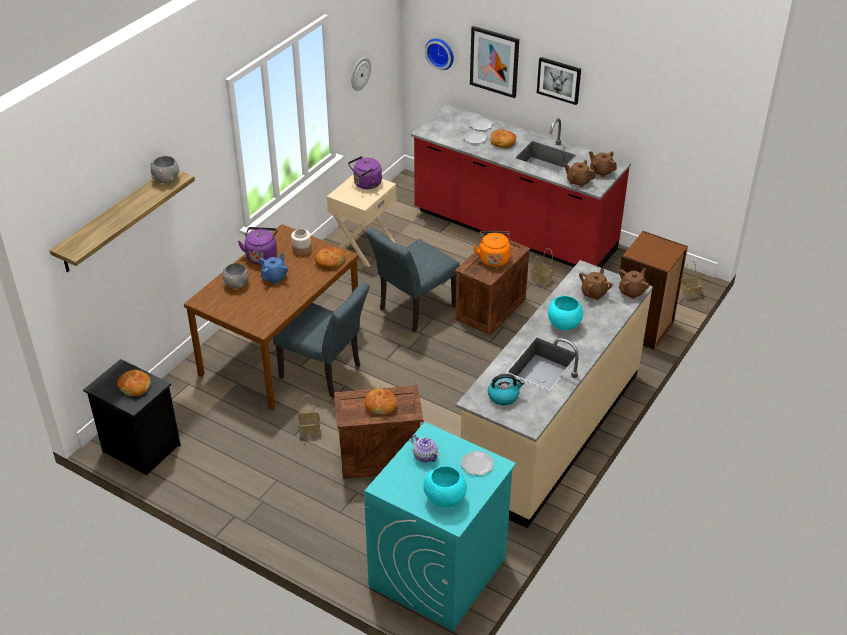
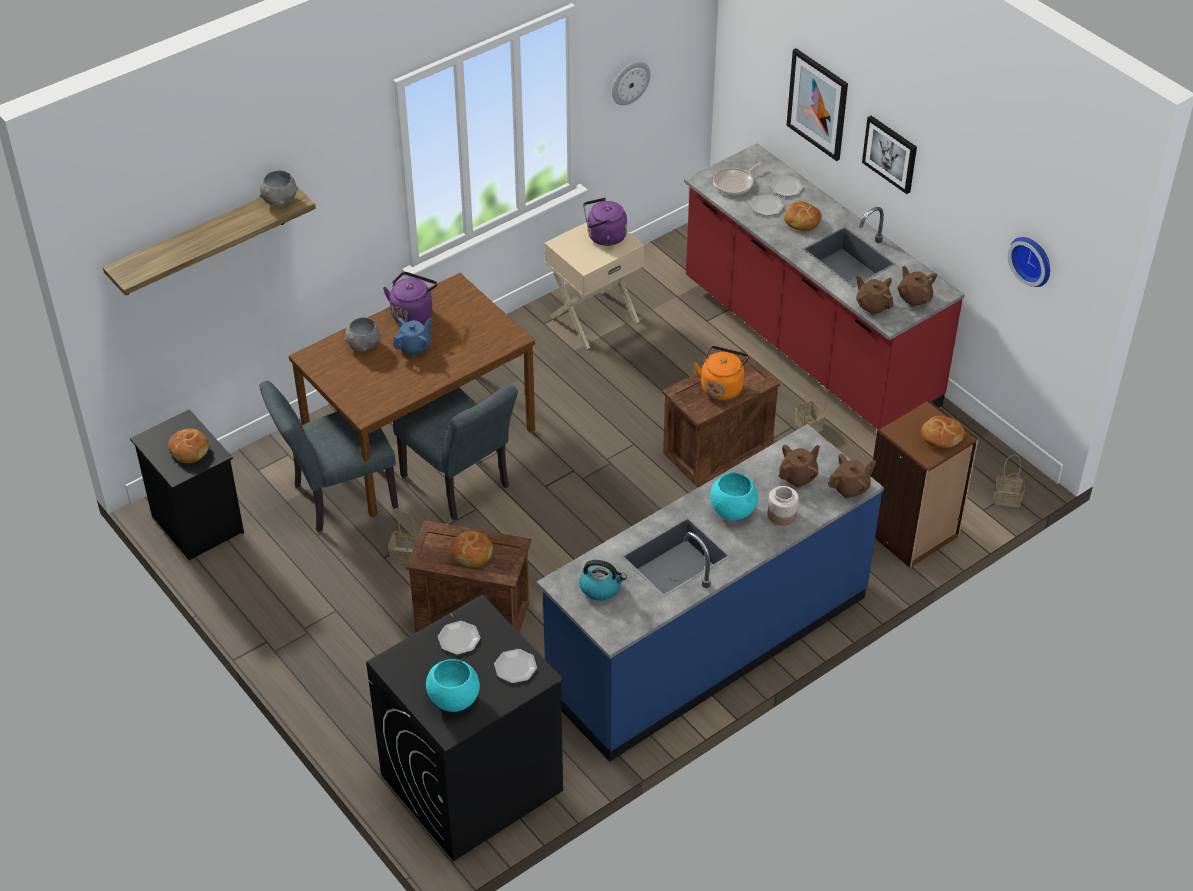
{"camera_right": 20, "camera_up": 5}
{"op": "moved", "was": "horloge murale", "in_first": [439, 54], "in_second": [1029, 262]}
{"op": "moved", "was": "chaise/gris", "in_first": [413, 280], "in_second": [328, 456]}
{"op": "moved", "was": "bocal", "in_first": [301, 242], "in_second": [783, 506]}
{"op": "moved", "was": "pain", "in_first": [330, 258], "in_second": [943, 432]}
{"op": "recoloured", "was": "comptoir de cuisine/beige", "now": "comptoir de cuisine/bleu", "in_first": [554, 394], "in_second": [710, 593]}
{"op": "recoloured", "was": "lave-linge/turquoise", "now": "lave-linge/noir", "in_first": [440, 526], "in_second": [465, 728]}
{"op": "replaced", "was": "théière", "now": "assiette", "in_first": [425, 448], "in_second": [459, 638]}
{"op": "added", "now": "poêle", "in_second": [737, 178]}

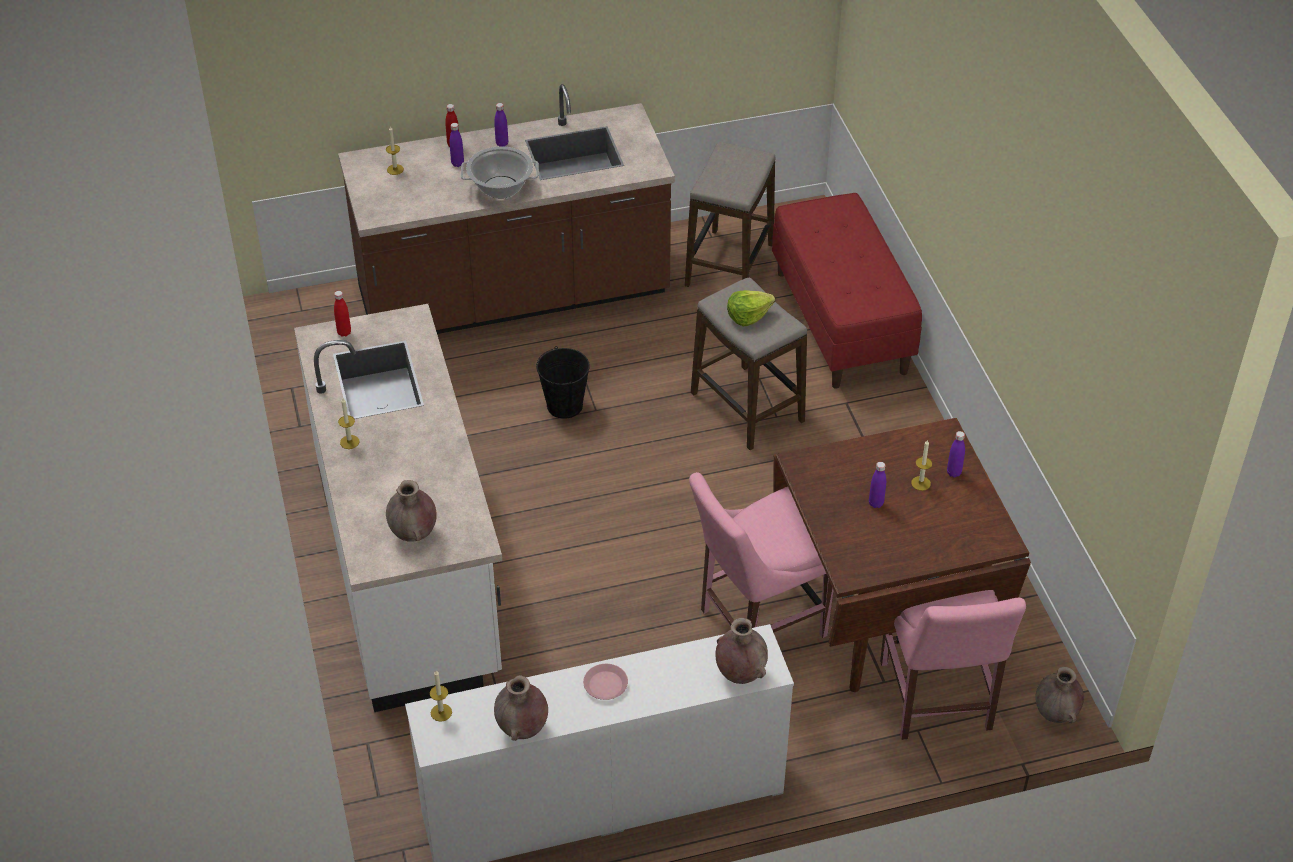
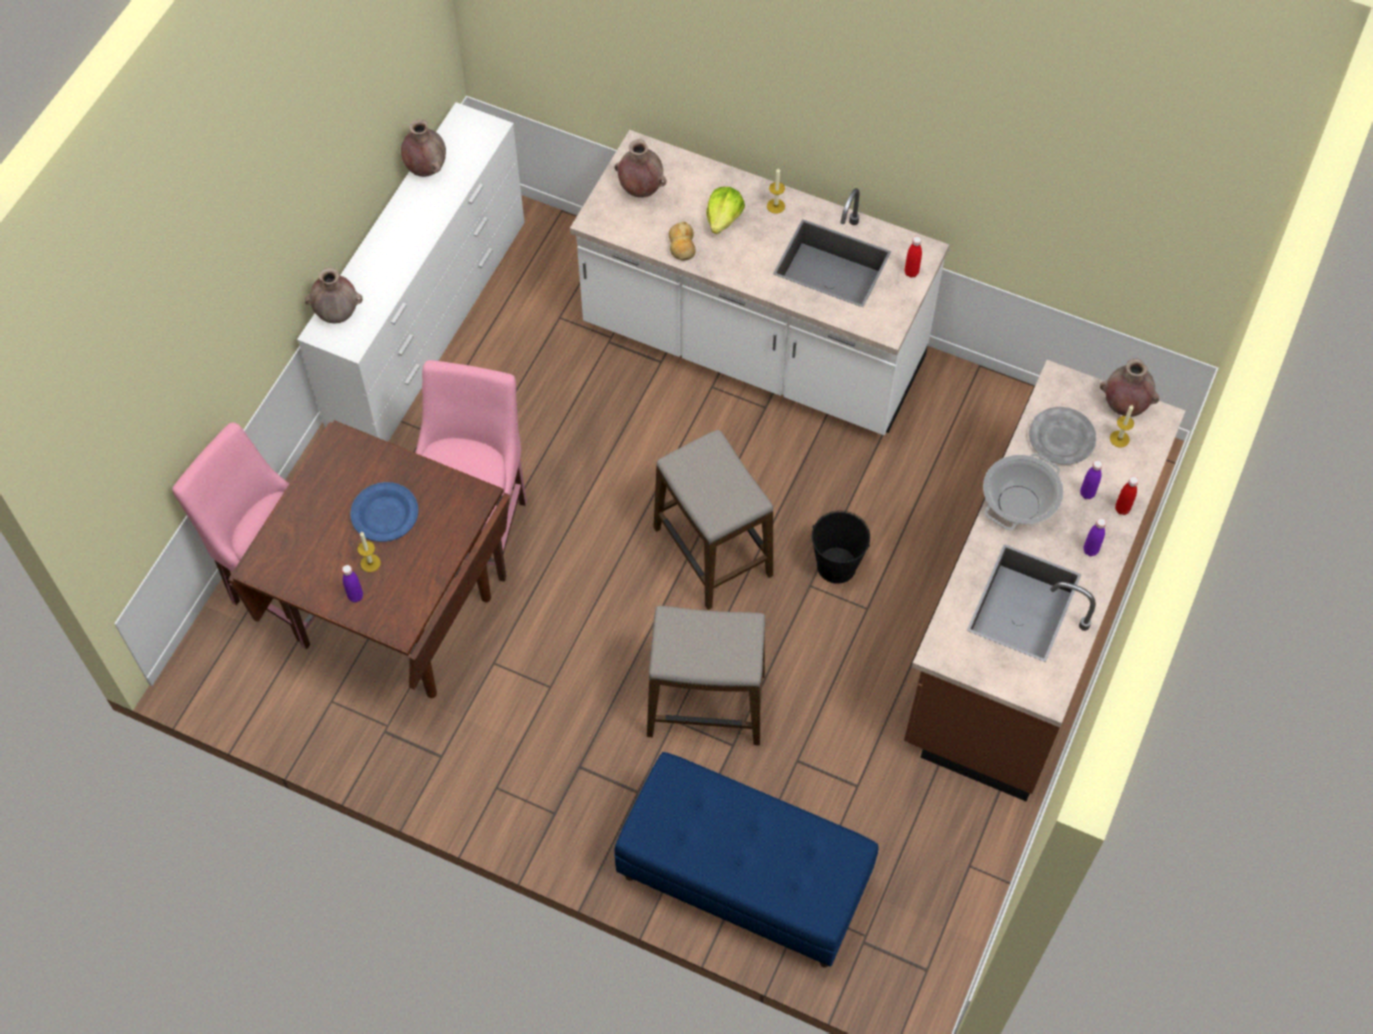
{"camera_right": 130, "camera_up": 15}
{"op": "moved", "was": "tabouret", "in_first": [730, 214], "in_second": [713, 520]}
{"op": "recoloured", "was": "banc/rouge", "now": "banc/bleu", "in_first": [847, 291], "in_second": [746, 860]}
{"op": "moved", "was": "laitue", "in_first": [751, 308], "in_second": [725, 210]}
{"op": "replaced", "was": "bouteille/violet", "now": "assiette/bleu", "in_first": [877, 485], "in_second": [384, 512]}
{"op": "removed", "was": "assiette/rose", "in_first": [605, 682]}
{"op": "moved", "was": "vase/marron", "in_first": [1059, 695], "in_second": [1129, 387]}
{"op": "removed", "was": "bougie", "in_first": [441, 696]}
{"op": "added", "now": "pain", "in_second": [682, 241]}
{"op": "added", "now": "assiette/gris", "in_second": [1063, 436]}

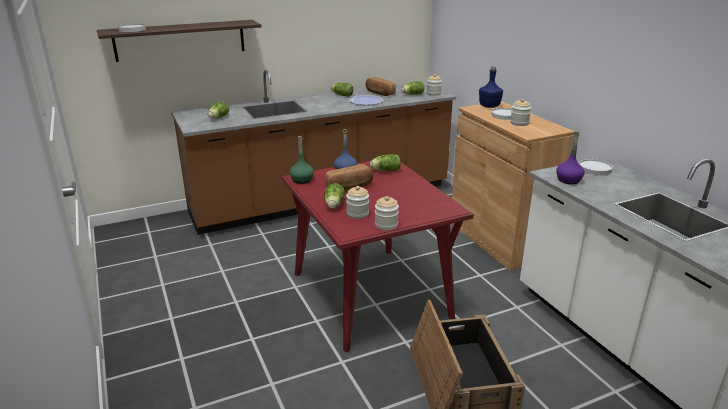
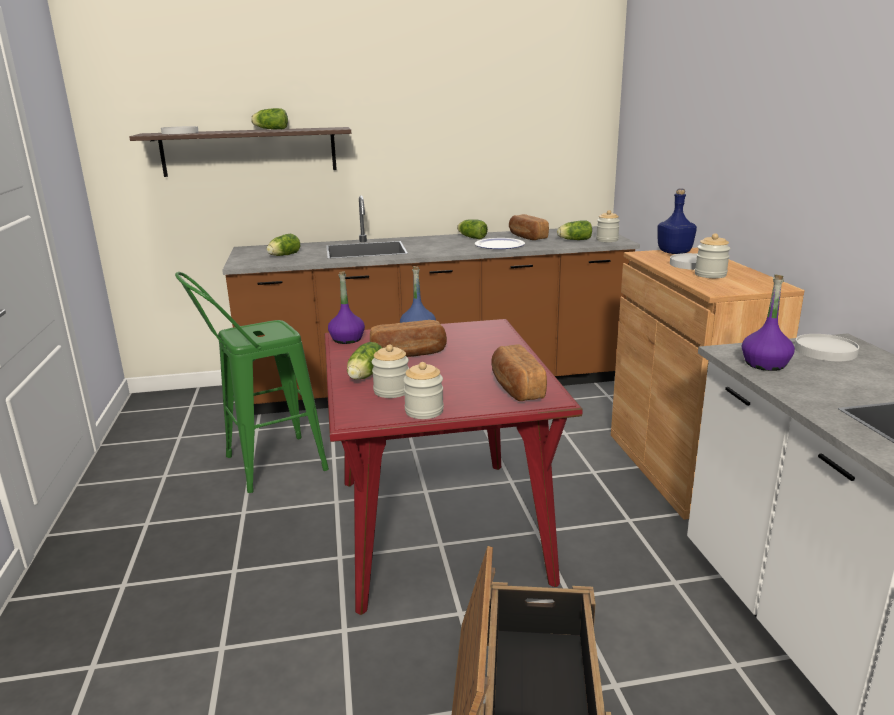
{"camera_right": 15, "camera_up": -5}
{"op": "recoloured", "was": "bouteille/vert", "now": "bouteille/violet", "in_first": [302, 160], "in_second": [346, 307]}
{"op": "moved", "was": "laitue", "in_first": [385, 162], "in_second": [269, 118]}
{"op": "added", "now": "tabouret/vert", "in_second": [252, 382]}
{"op": "added", "now": "pain", "in_second": [519, 372]}

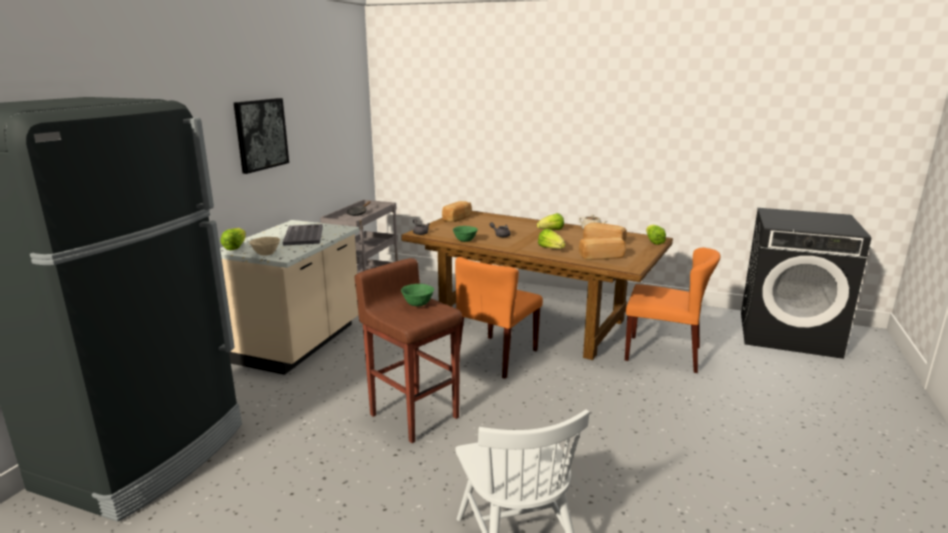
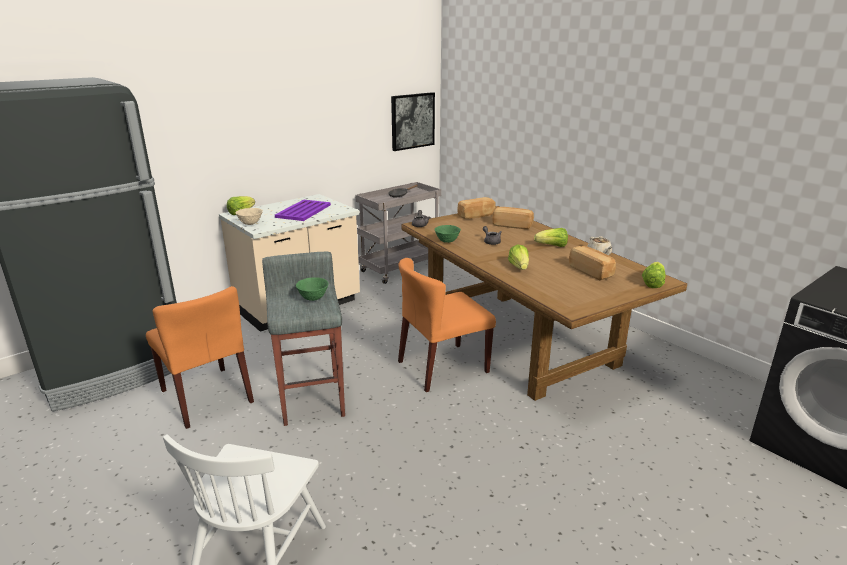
{"camera_right": 30, "camera_up": 5}
{"op": "moved", "was": "tableau", "in_first": [261, 136], "in_second": [413, 121]}
{"op": "recoloured", "was": "plateau/gris", "now": "plateau/violet", "in_first": [303, 235], "in_second": [303, 210]}
{"op": "moved", "was": "pain", "in_first": [602, 248], "in_second": [513, 218]}
{"op": "moved", "was": "chaise/orange", "in_first": [673, 310], "in_second": [200, 357]}
{"op": "recoloured", "was": "tabouret/marron", "now": "tabouret/gris", "in_first": [408, 350], "in_second": [303, 339]}

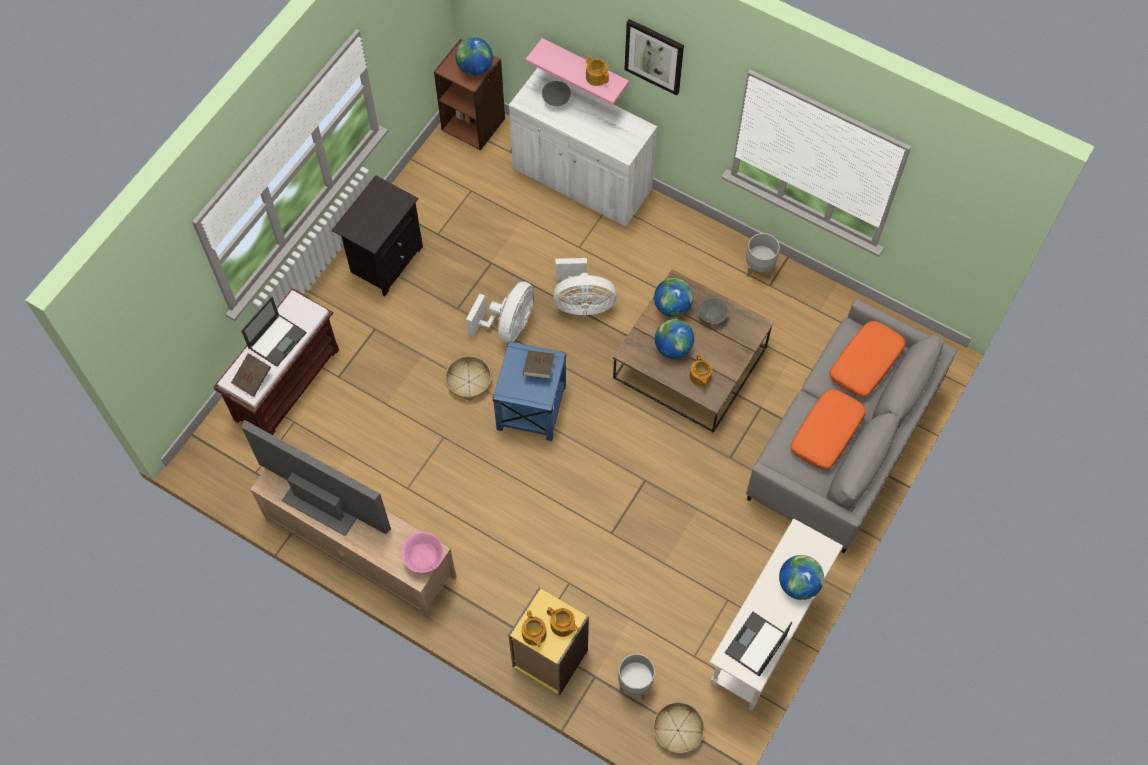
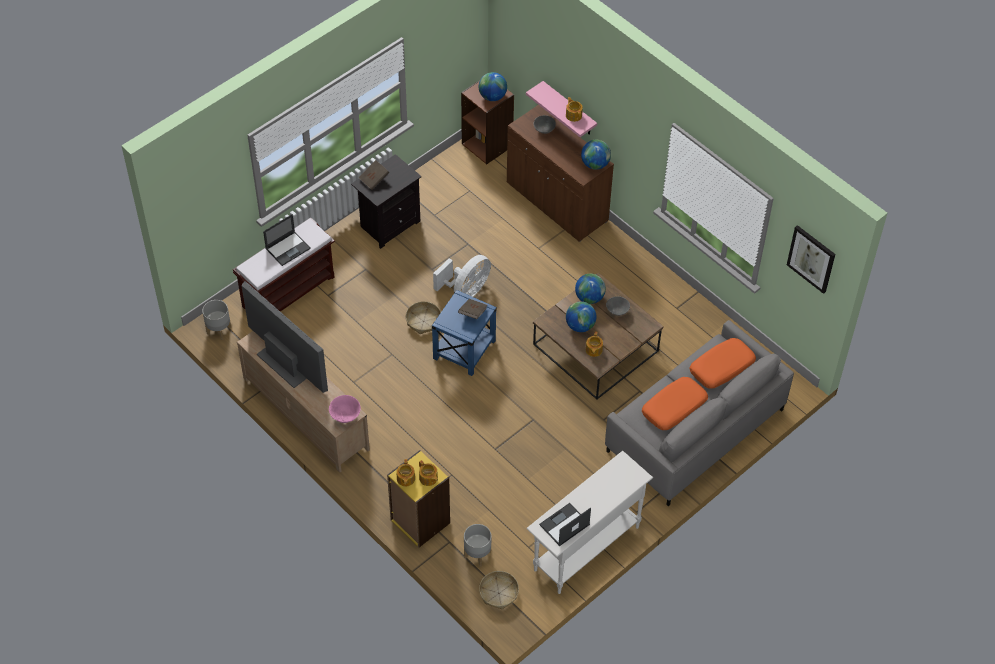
{"camera_right": 15, "camera_up": -10}
{"op": "moved", "was": "tableau", "in_first": [654, 57], "in_second": [811, 259]}
{"op": "recoloured", "was": "meuble de rangement/blanc", "now": "meuble de rangement/marron", "in_first": [583, 147], "in_second": [560, 173]}
{"op": "moved", "was": "cache-pot/gris", "in_first": [763, 256], "in_second": [216, 320]}
{"op": "removed", "was": "ventilateur/blanc", "in_first": [585, 286]}
{"op": "moved", "was": "livre/marron", "in_first": [251, 375], "in_second": [373, 175]}
{"op": "moved", "was": "globe", "in_first": [801, 577], "in_second": [596, 155]}

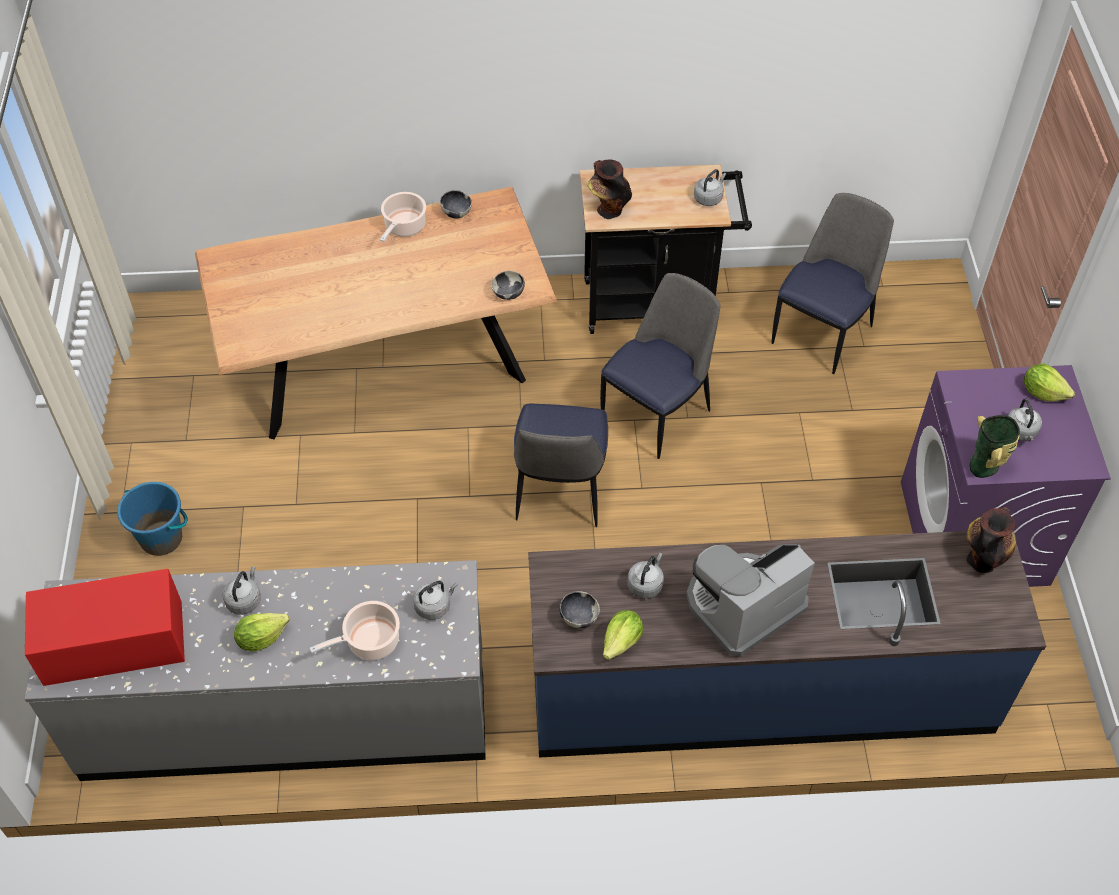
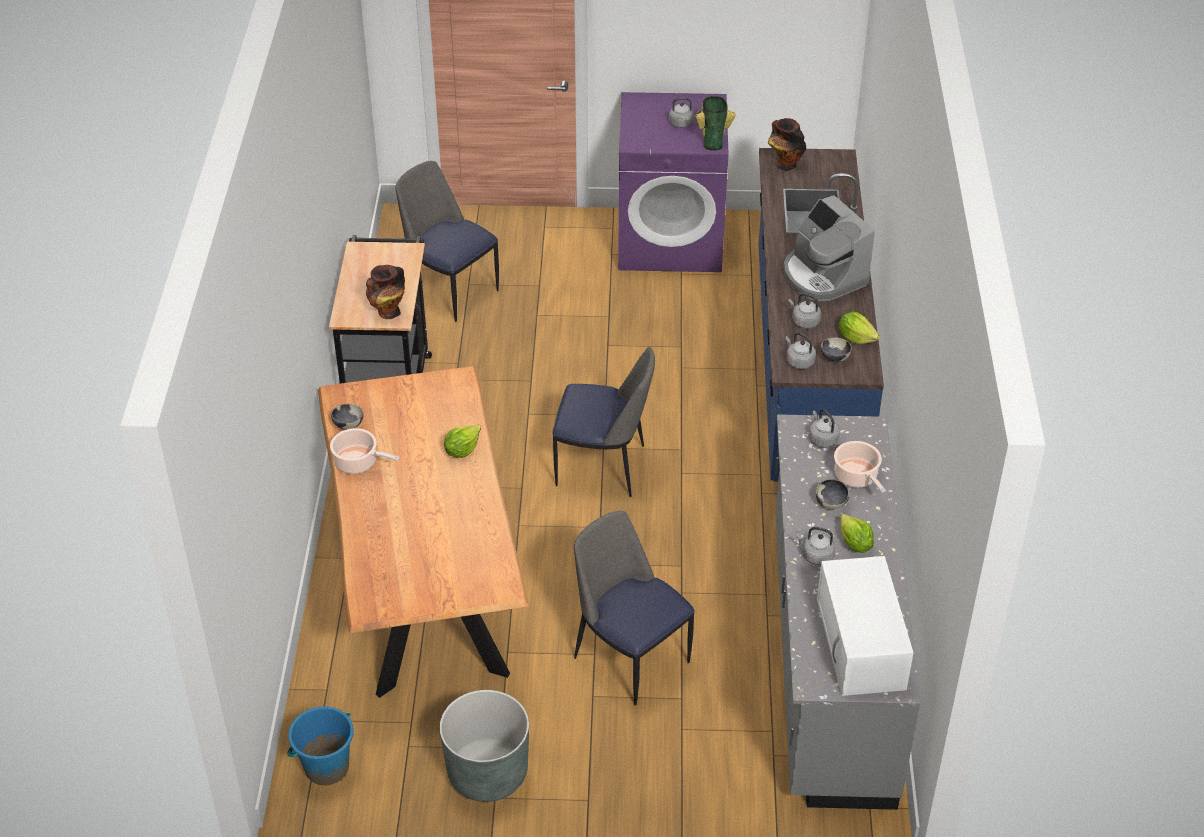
{"camera_right": -85, "camera_up": -10}
{"op": "moved", "was": "bouilloire/gris", "in_first": [710, 187], "in_second": [800, 350]}
{"op": "moved", "was": "bol", "in_first": [508, 285], "in_second": [833, 494]}
{"op": "moved", "was": "chaise", "in_first": [660, 366], "in_second": [634, 608]}
{"op": "moved", "was": "laitue", "in_first": [1049, 382], "in_second": [462, 441]}
{"op": "moved", "was": "seau/bleu", "in_first": [152, 519], "in_second": [320, 745]}
{"op": "recoloured", "was": "micro-ondes/rouge", "now": "micro-ondes/blanc", "in_first": [105, 627], "in_second": [865, 626]}
{"op": "added", "now": "cache-pot/gris", "in_second": [484, 746]}

